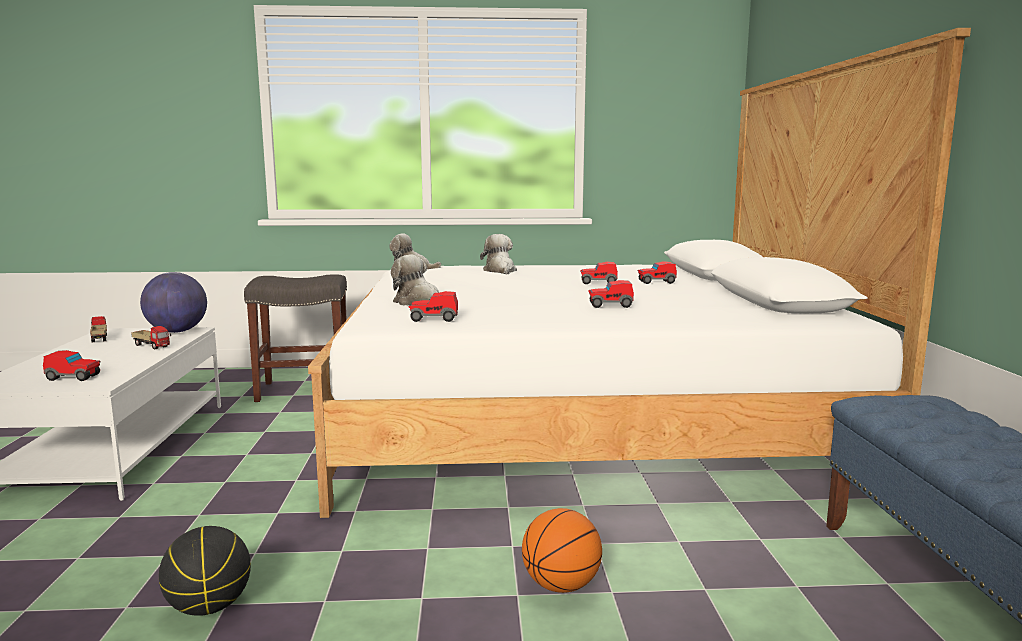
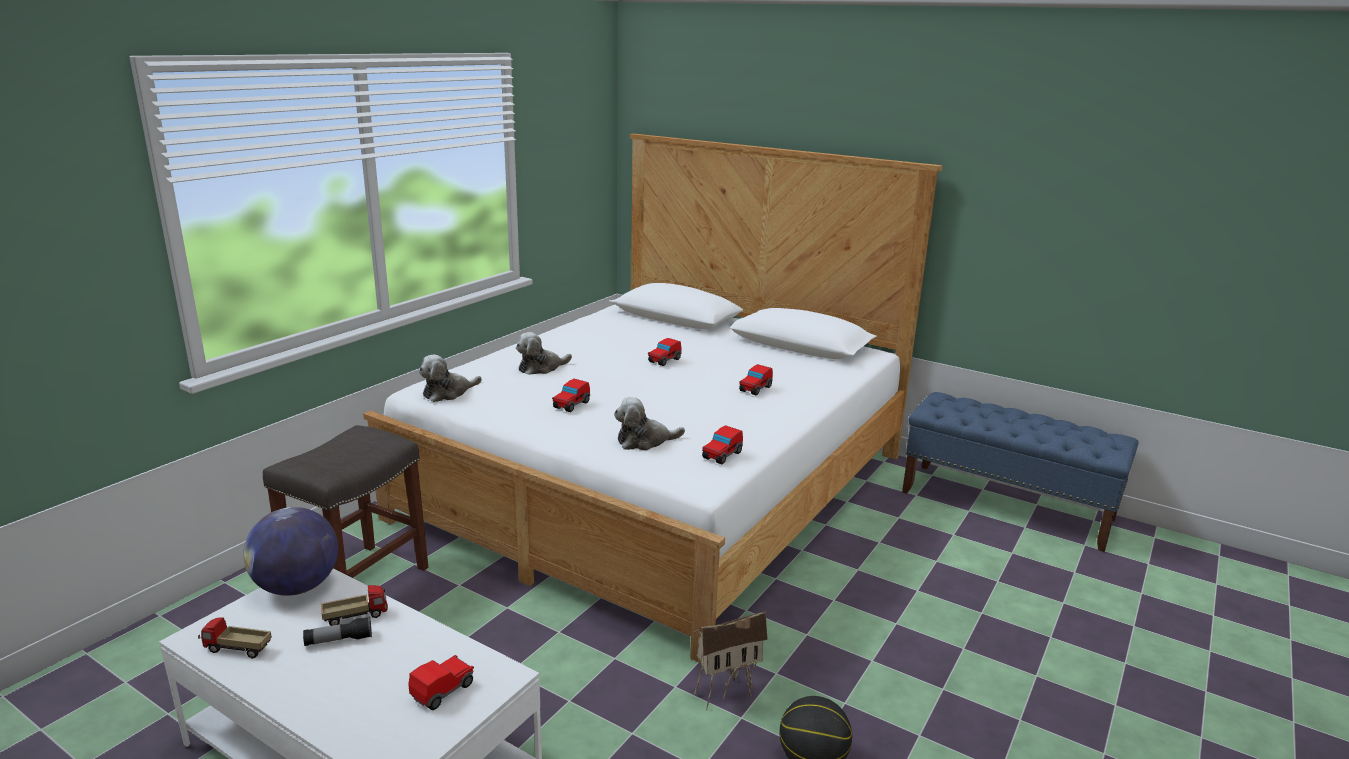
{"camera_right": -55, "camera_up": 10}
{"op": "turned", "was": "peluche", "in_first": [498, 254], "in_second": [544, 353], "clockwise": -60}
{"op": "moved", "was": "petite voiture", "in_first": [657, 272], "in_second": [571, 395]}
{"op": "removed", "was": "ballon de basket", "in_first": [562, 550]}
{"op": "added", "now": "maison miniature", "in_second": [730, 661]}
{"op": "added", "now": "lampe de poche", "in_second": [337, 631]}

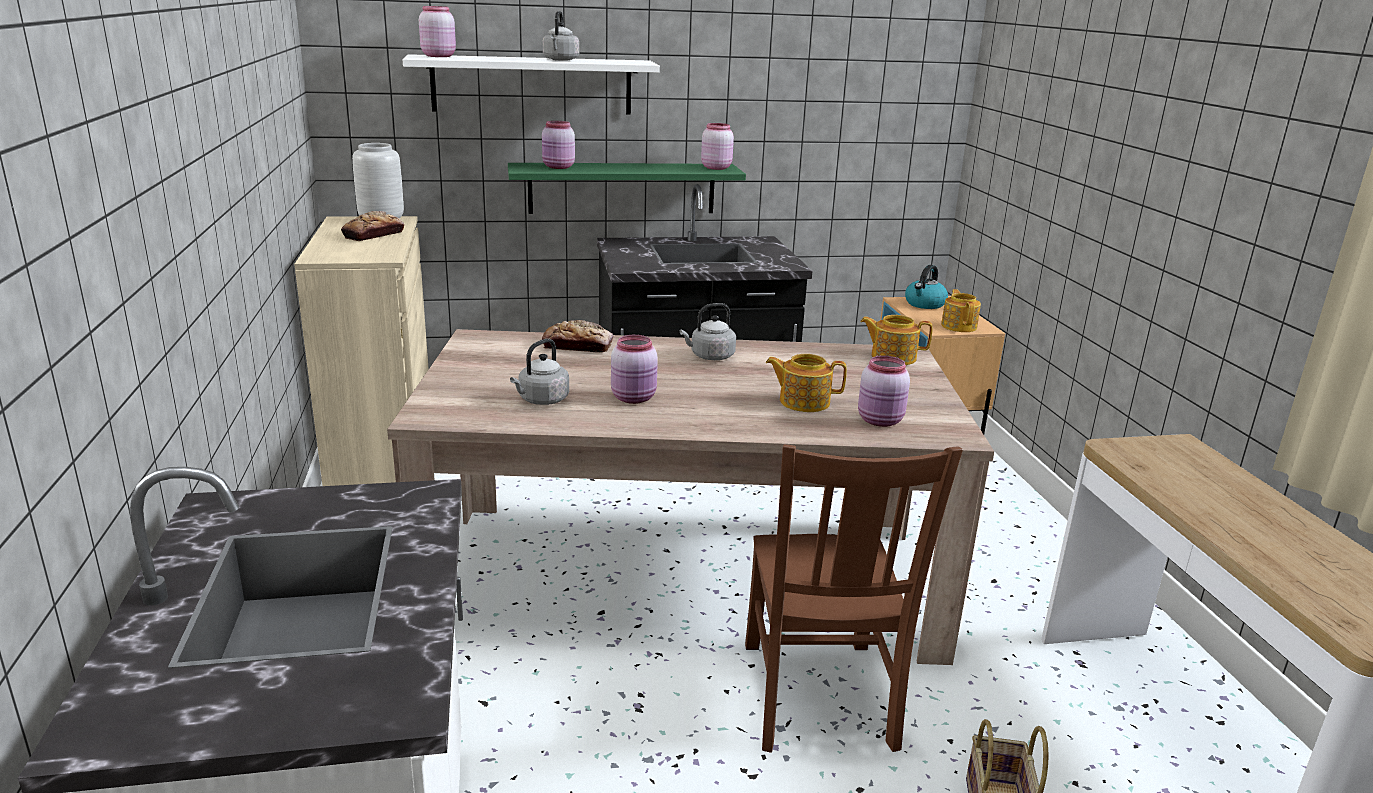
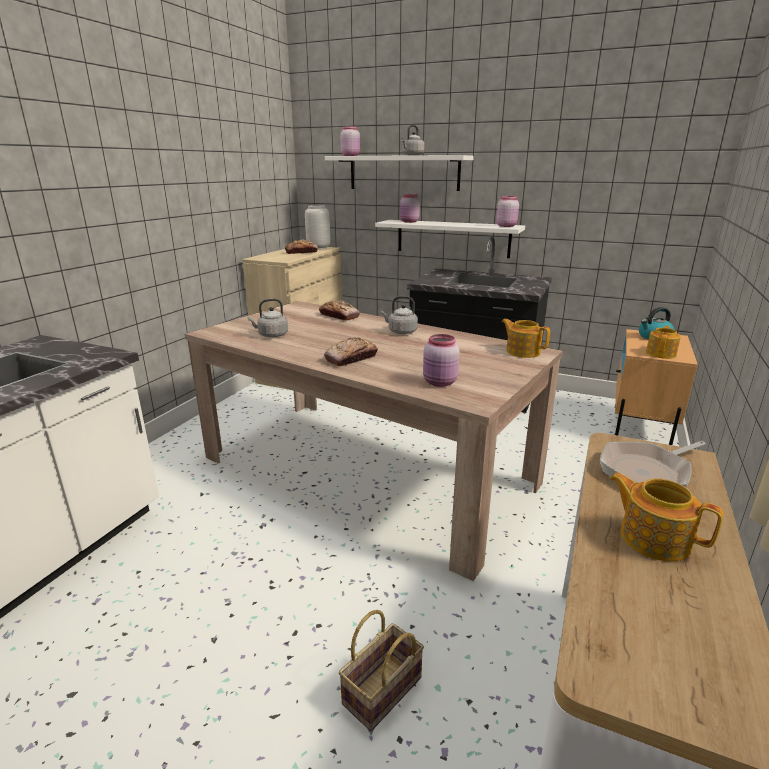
{"camera_right": 35, "camera_up": 0}
{"op": "recoloured", "was": "étagère/vert", "now": "étagère/blanc", "in_first": [627, 188], "in_second": [450, 239]}
{"op": "removed", "was": "bocal/rose", "in_first": [634, 369]}
{"op": "moved", "was": "théière", "in_first": [806, 383], "in_second": [666, 517]}
{"op": "removed", "was": "chaise/marron", "in_first": [854, 598]}
{"op": "added", "now": "pain", "in_second": [351, 351]}
{"op": "added", "now": "poêle", "in_second": [652, 464]}

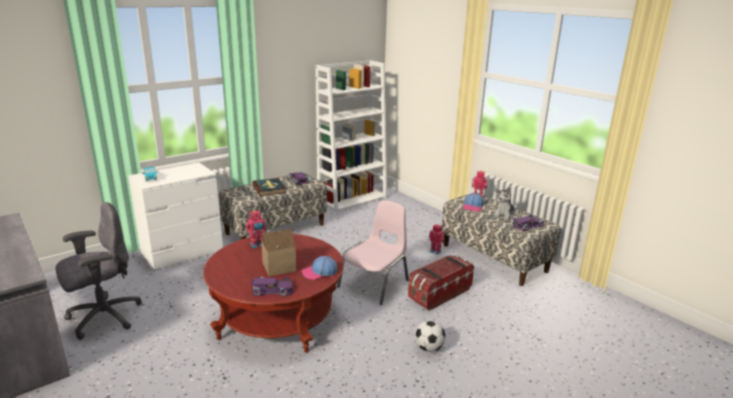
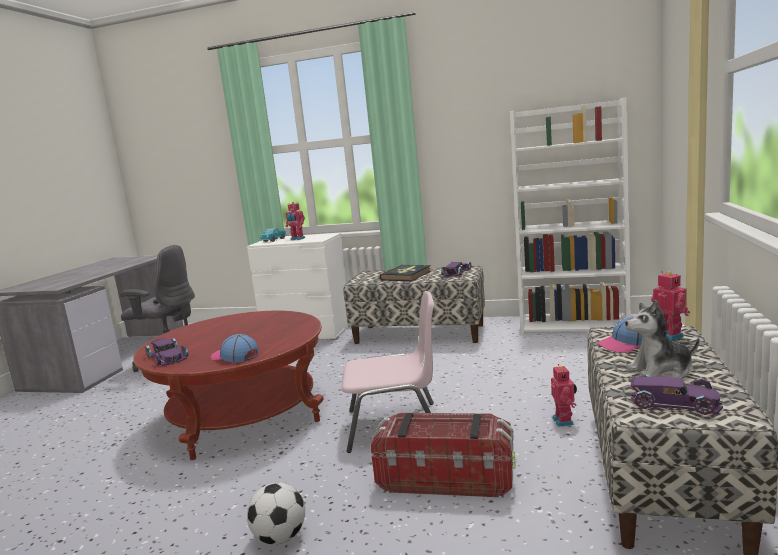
{"camera_right": 55, "camera_up": -10}
{"op": "moved", "was": "robot jouet", "in_first": [256, 229], "in_second": [295, 221]}
{"op": "removed", "was": "maison miniature", "in_first": [278, 253]}

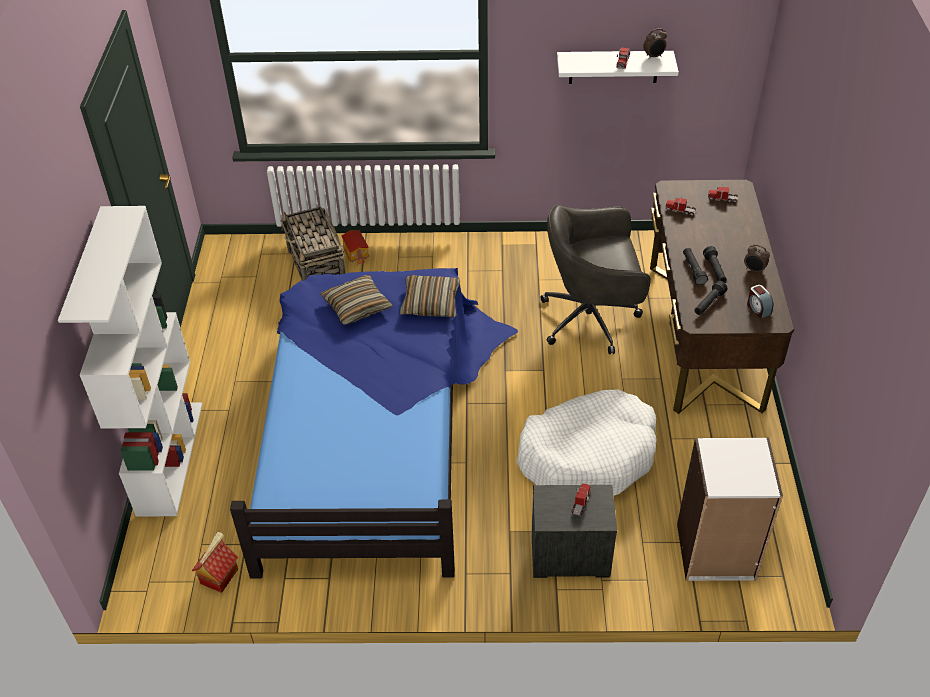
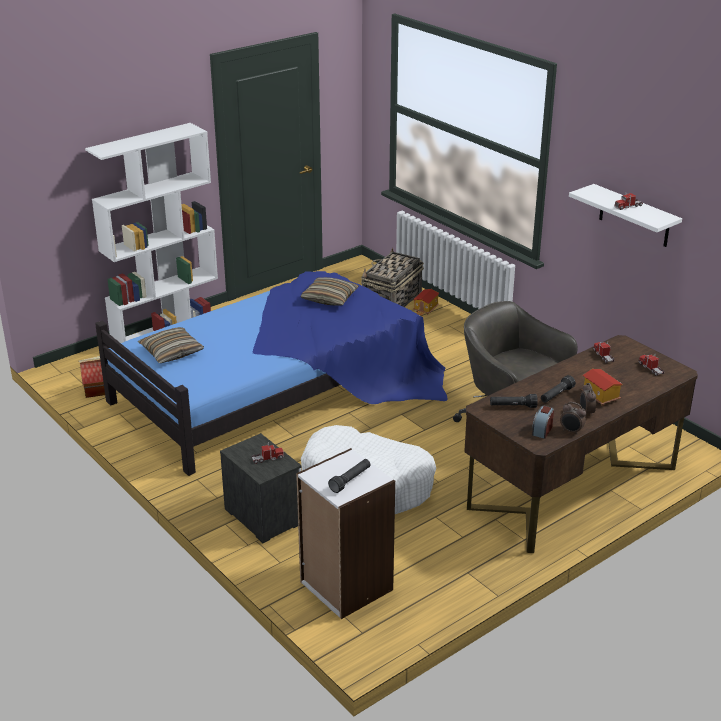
{"camera_right": 50, "camera_up": -15}
{"op": "moved", "was": "réveil", "in_first": [655, 43], "in_second": [573, 418]}
{"op": "moved", "was": "lampe de poche/noir", "in_first": [695, 266], "in_second": [349, 476]}
{"op": "moved", "was": "coussin", "in_first": [430, 296], "in_second": [171, 345]}
{"op": "added", "now": "maison miniature", "in_second": [602, 387]}

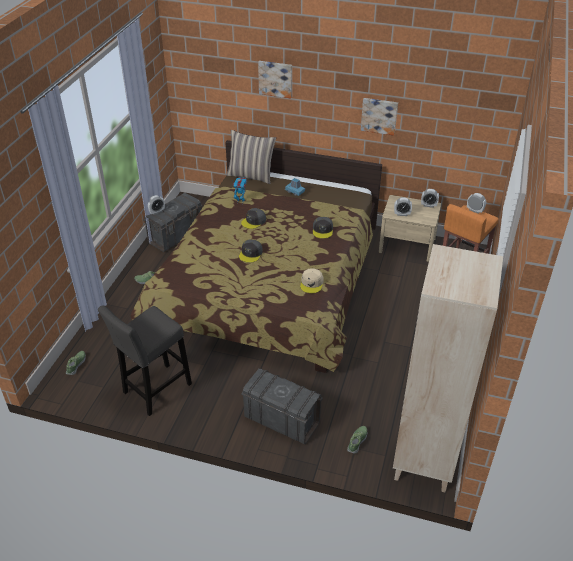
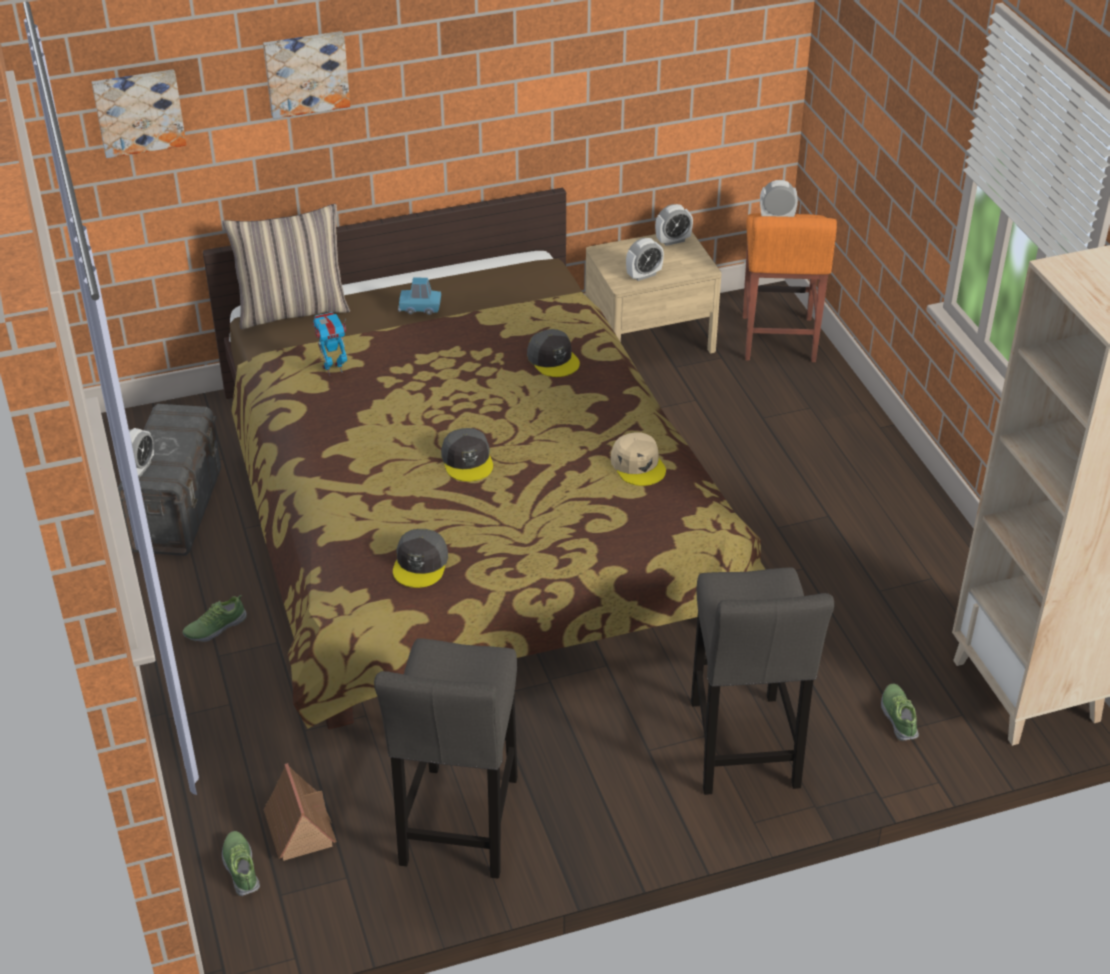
{"camera_right": -35, "camera_up": 0}
{"op": "moved", "was": "tableau", "in_first": [379, 116], "in_second": [139, 113]}
{"op": "moved", "was": "casquette/gris", "in_first": [253, 218], "in_second": [420, 558]}
{"op": "replaced", "was": "boîte de rangement/gris", "now": "tabouret/gris", "in_first": [282, 406], "in_second": [762, 681]}
{"op": "added", "now": "maison miniature", "in_second": [300, 812]}

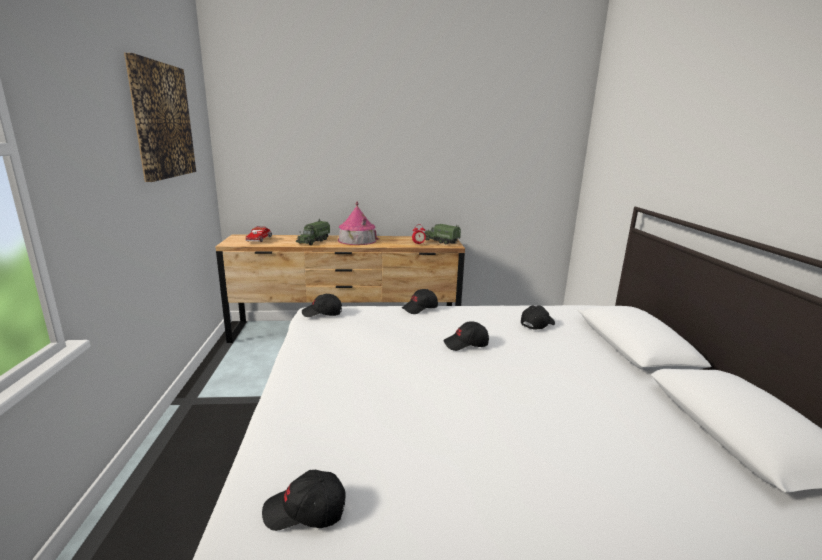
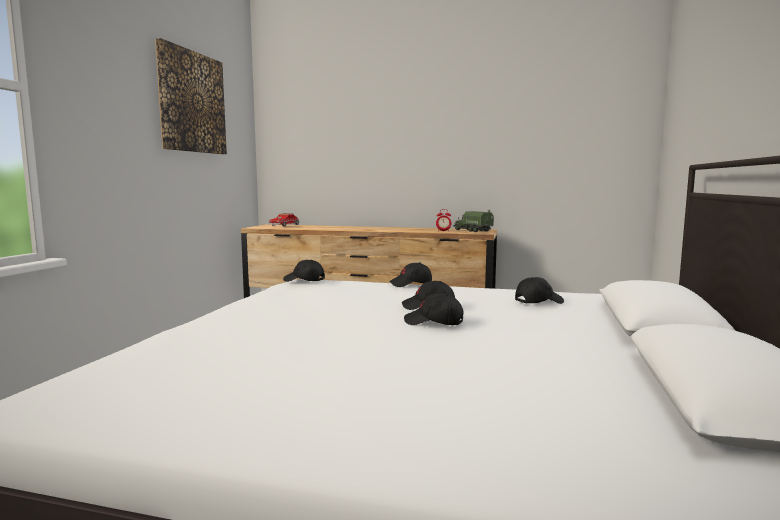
{"camera_right": 20, "camera_up": -10}
{"op": "removed", "was": "maison miniature", "in_first": [358, 223]}
{"op": "removed", "was": "camion jouet", "in_first": [313, 232]}
{"op": "moved", "was": "casquette/noir", "in_first": [304, 500], "in_second": [434, 309]}

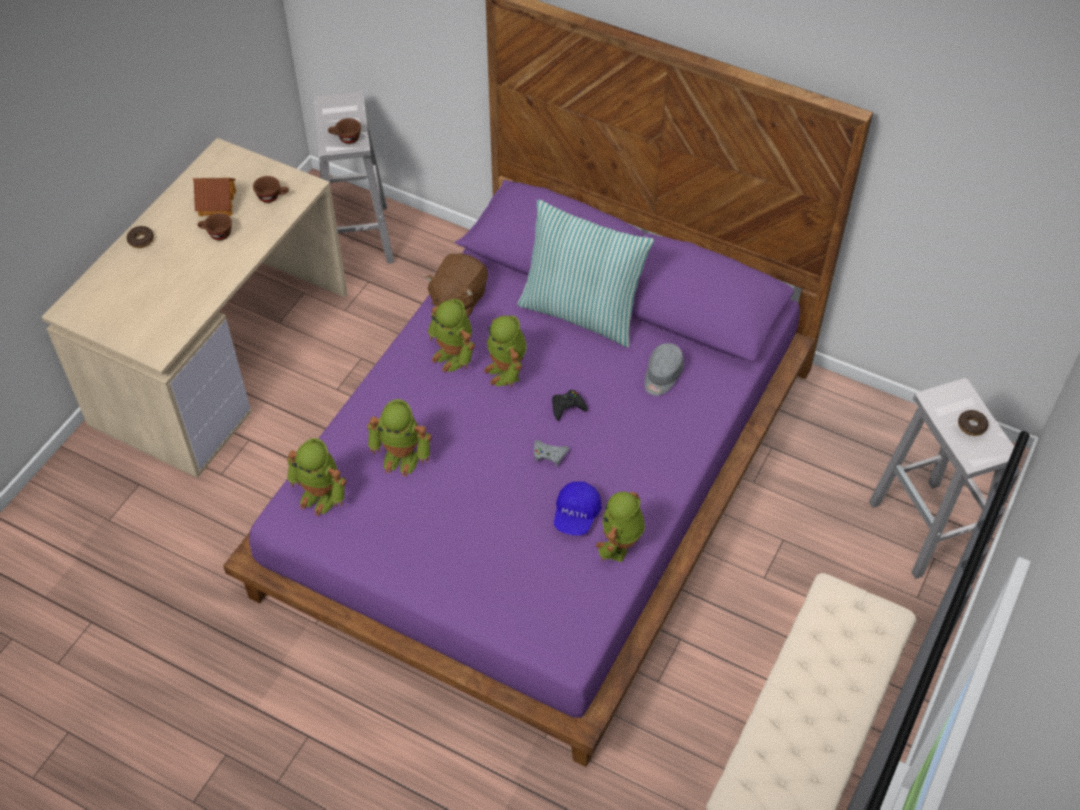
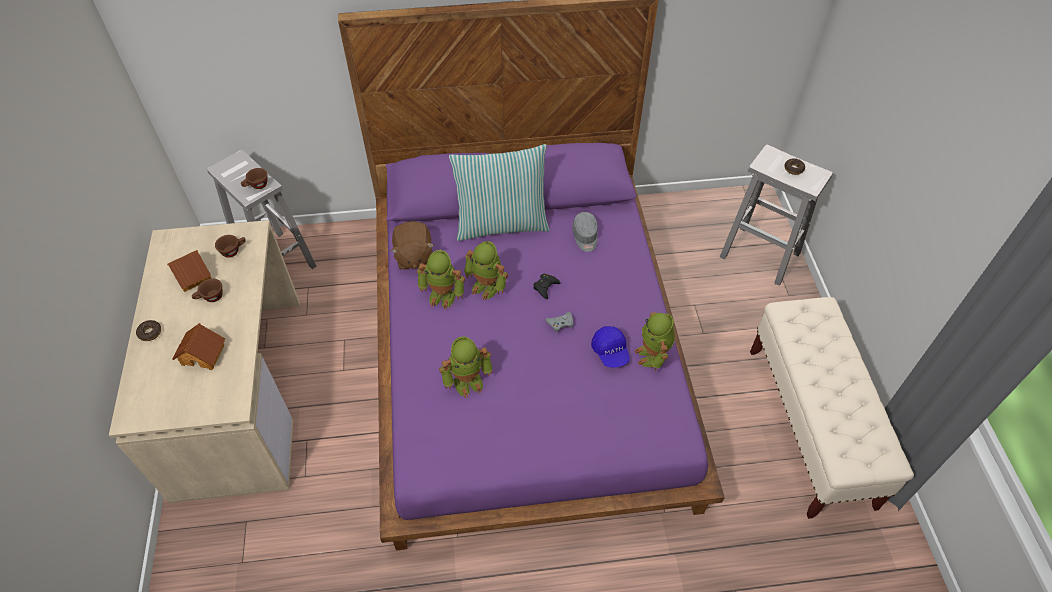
{"camera_right": -35, "camera_up": 0}
{"op": "removed", "was": "robot jouet", "in_first": [317, 477]}
{"op": "added", "now": "maison miniature", "in_second": [198, 346]}

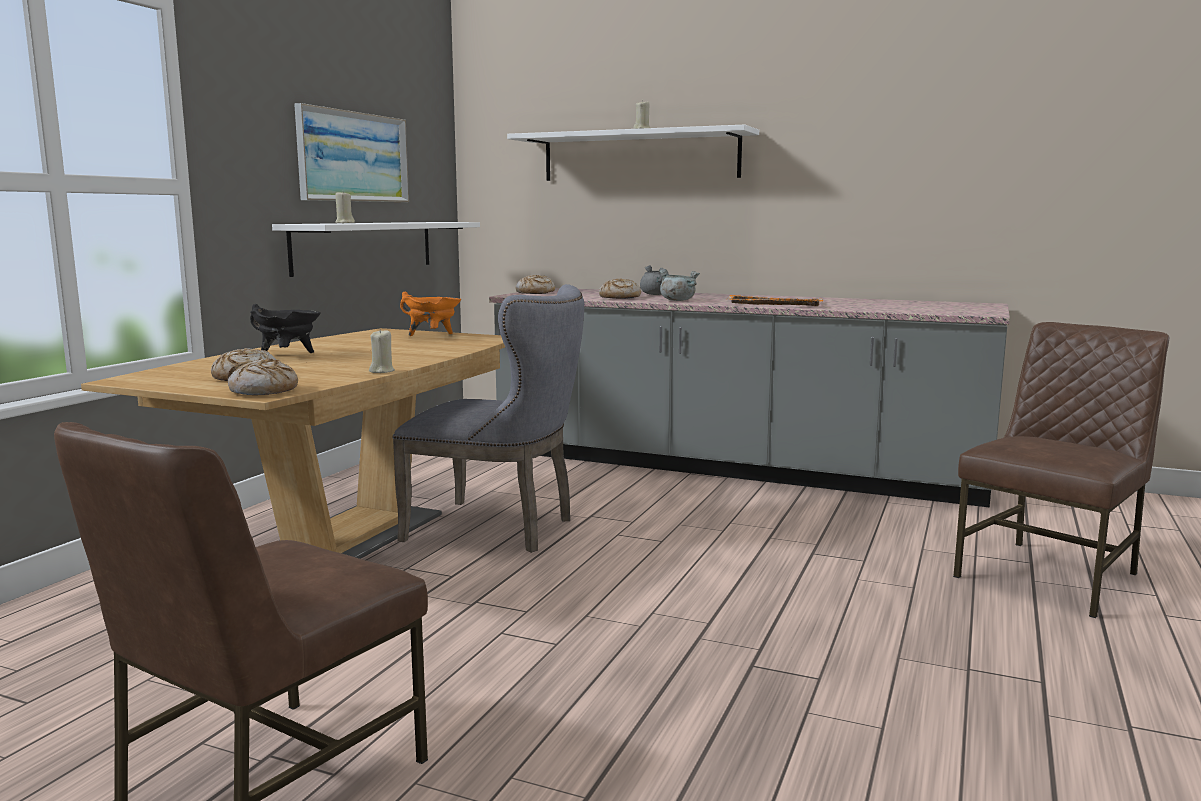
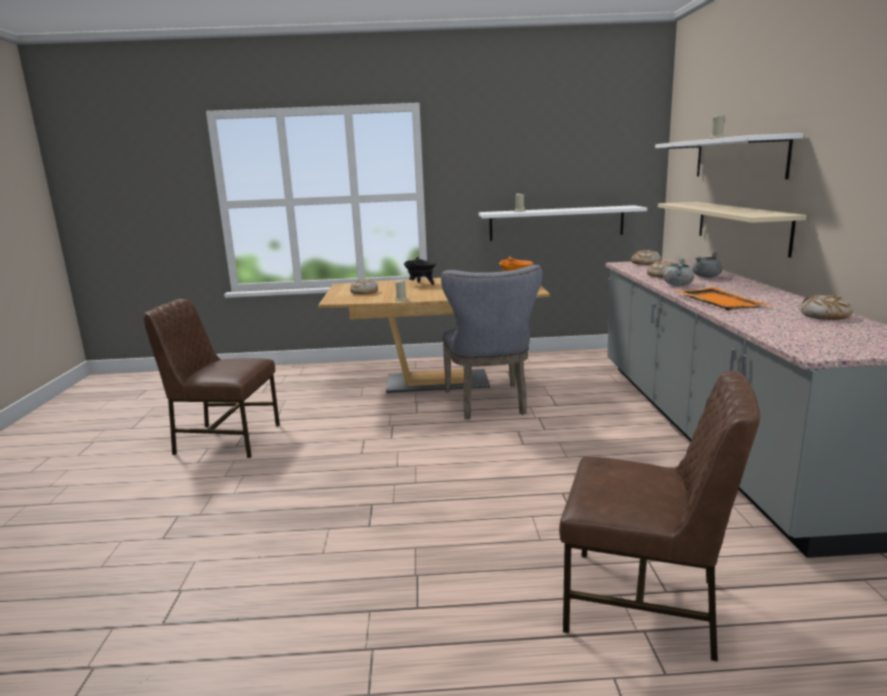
{"camera_right": 65, "camera_up": 5}
{"op": "removed", "was": "tableau", "in_first": [351, 152]}
{"op": "moved", "was": "pain", "in_first": [263, 377], "in_second": [826, 307]}
{"op": "added", "now": "étagère/beige", "in_second": [732, 230]}

